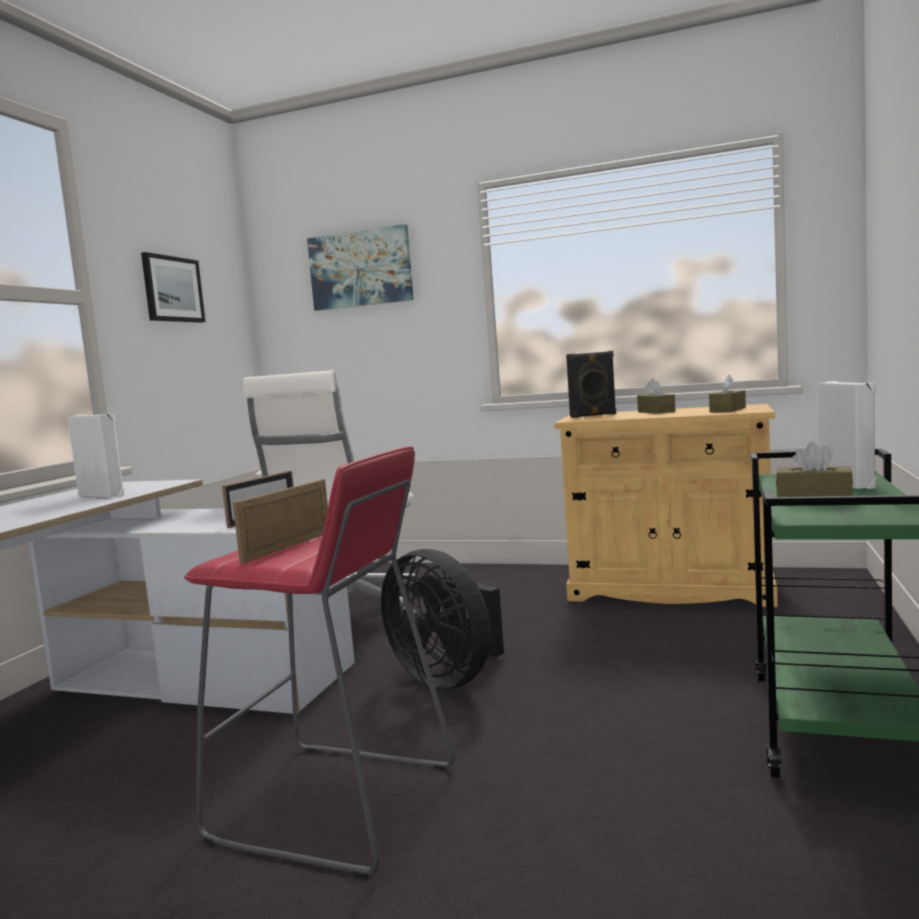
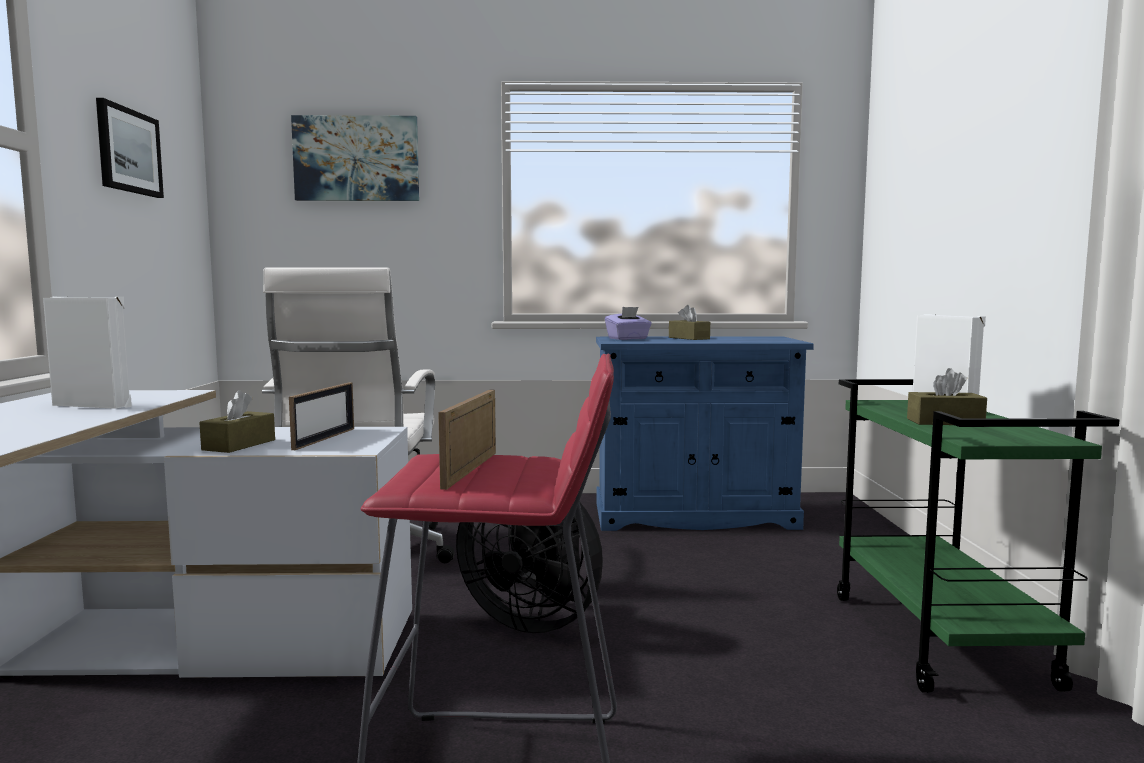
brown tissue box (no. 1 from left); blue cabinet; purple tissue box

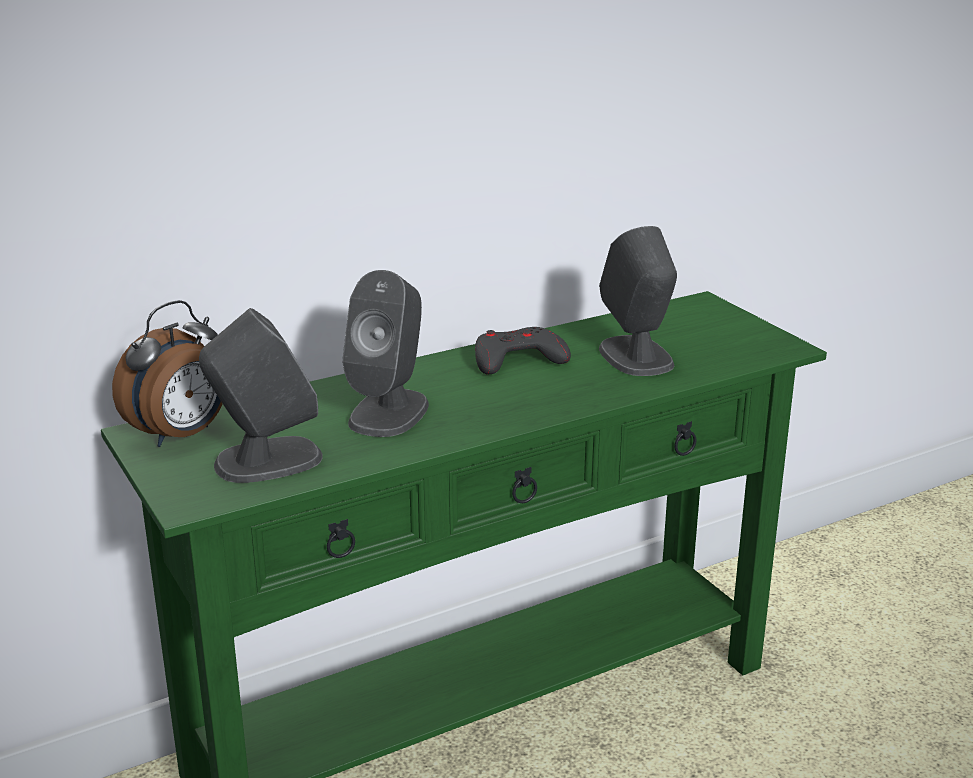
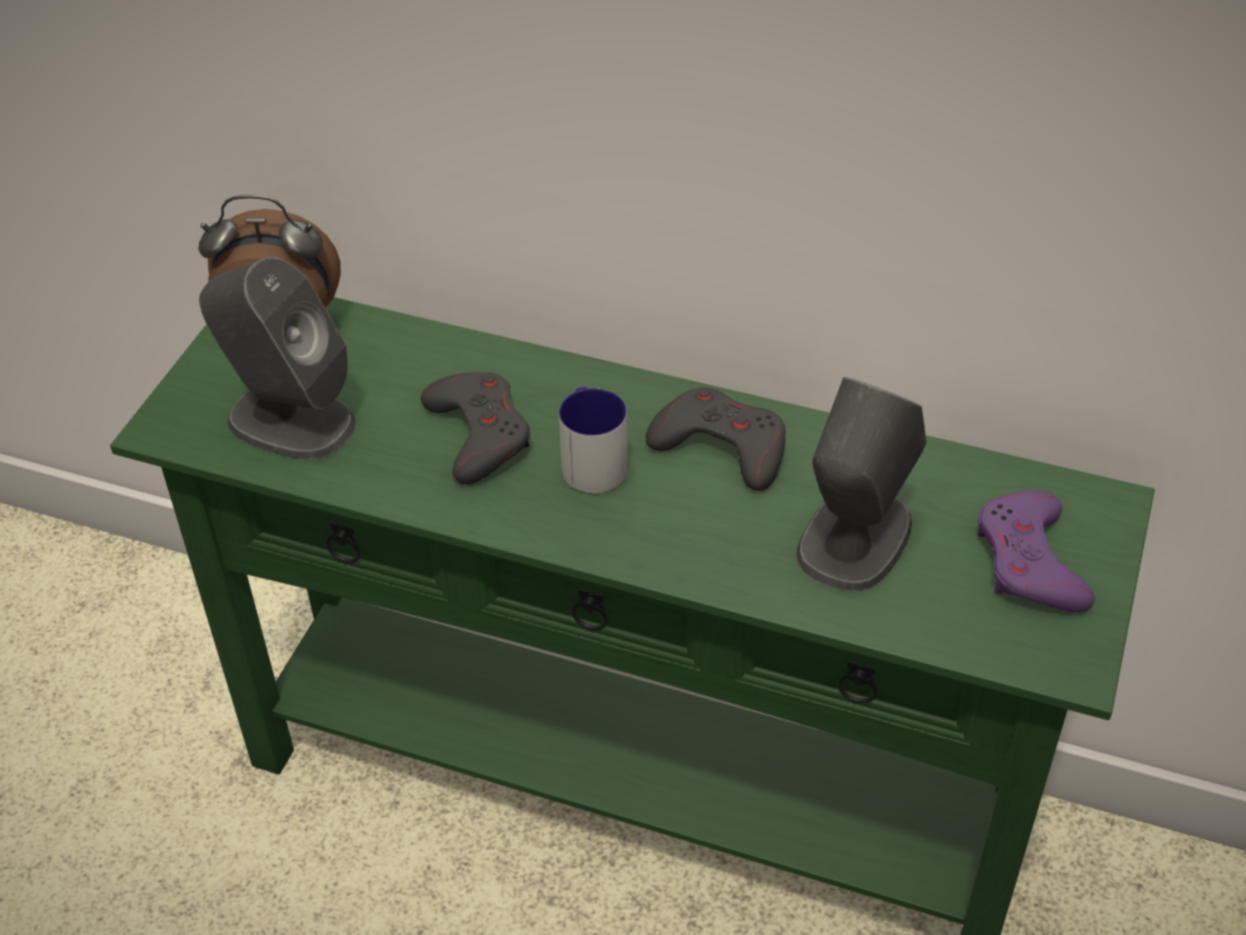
grey game controller (no. 1 from left); mug; purple game controller

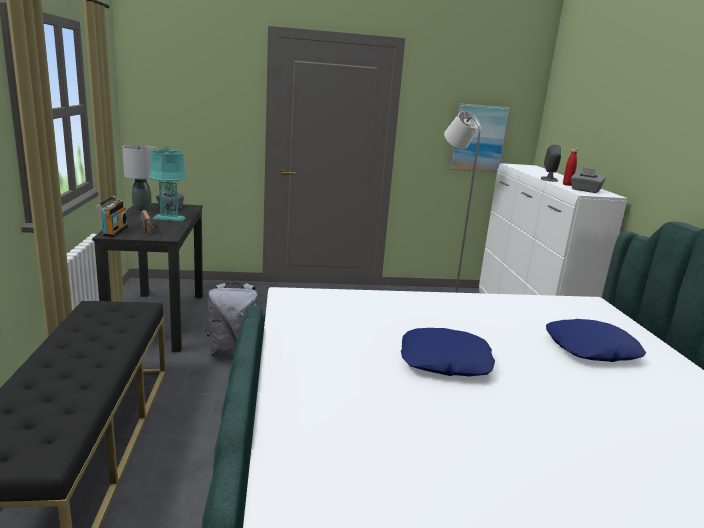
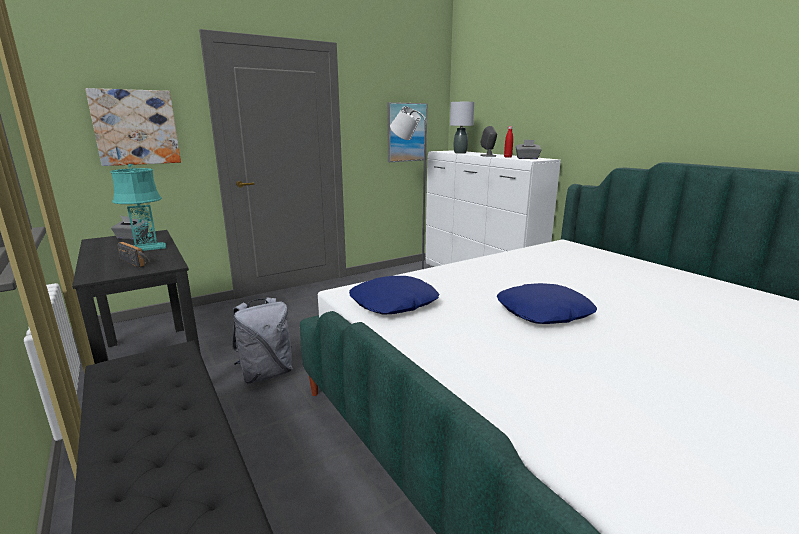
picture (no. 1 from left); blue pillow (no. 1 from left); grey table lamp; radio (no. 1 from left in the first image)

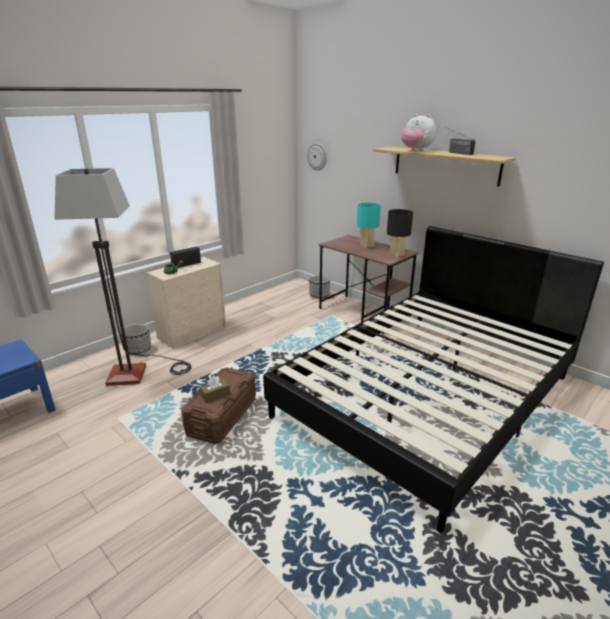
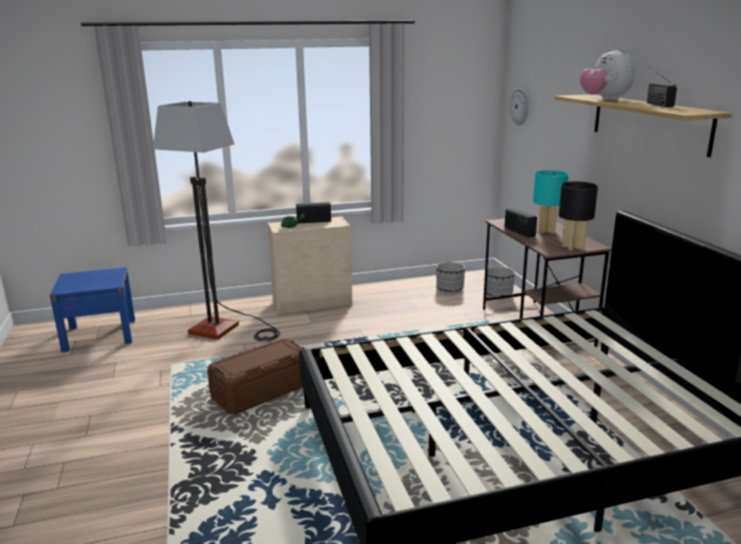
planter (no. 1 from left); radio (no. 2 from left); brown tissue box

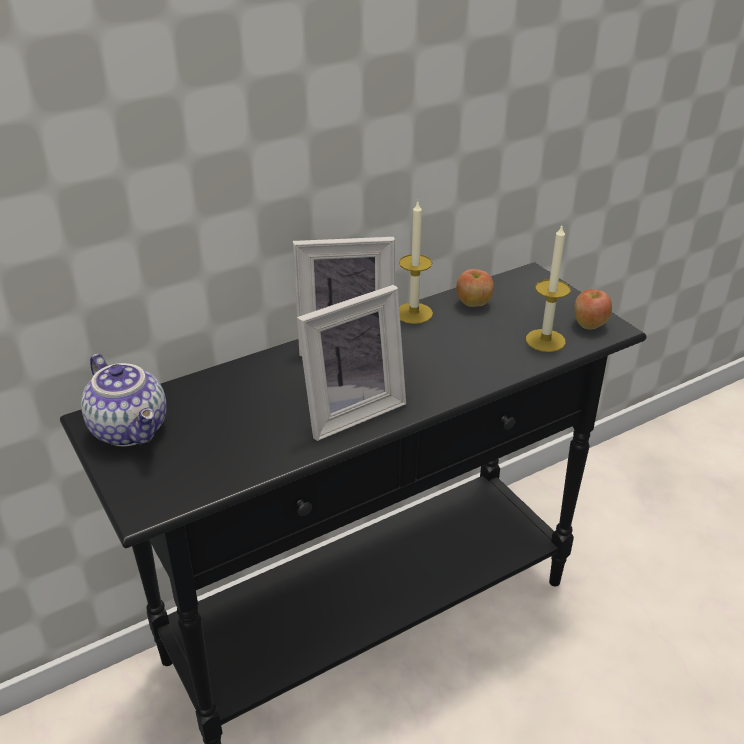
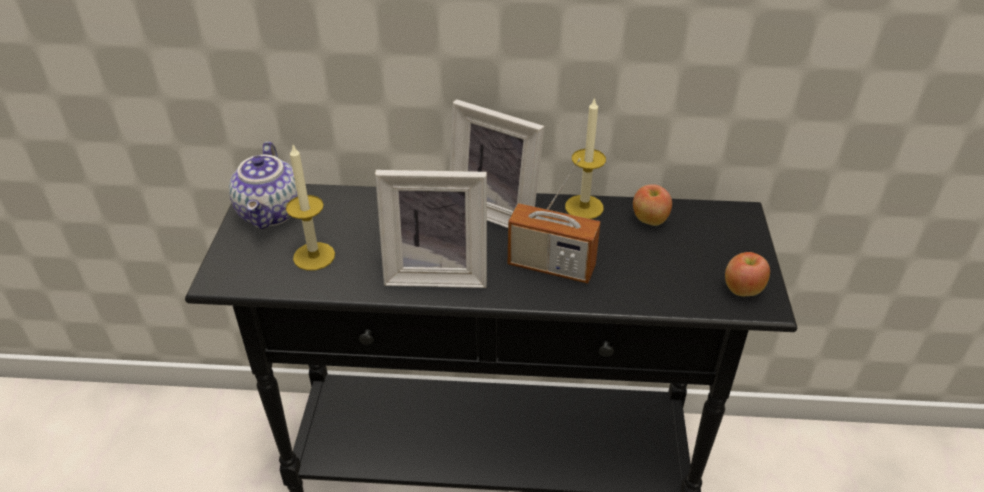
candle (no. 1 from left); radio

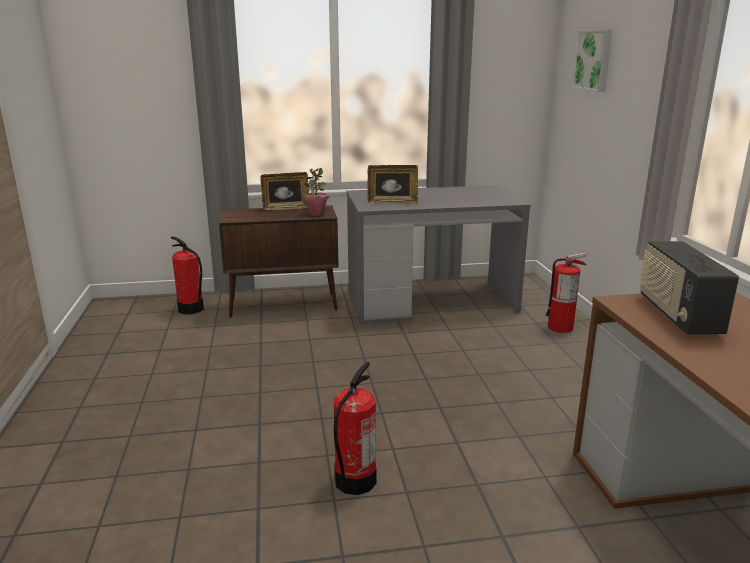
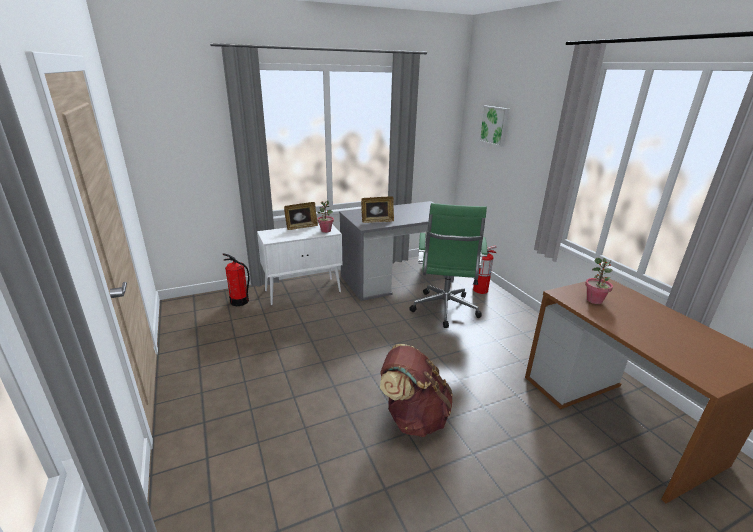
white cabinet; brown backpack; green office chair; potted plant (no. 2 from left)

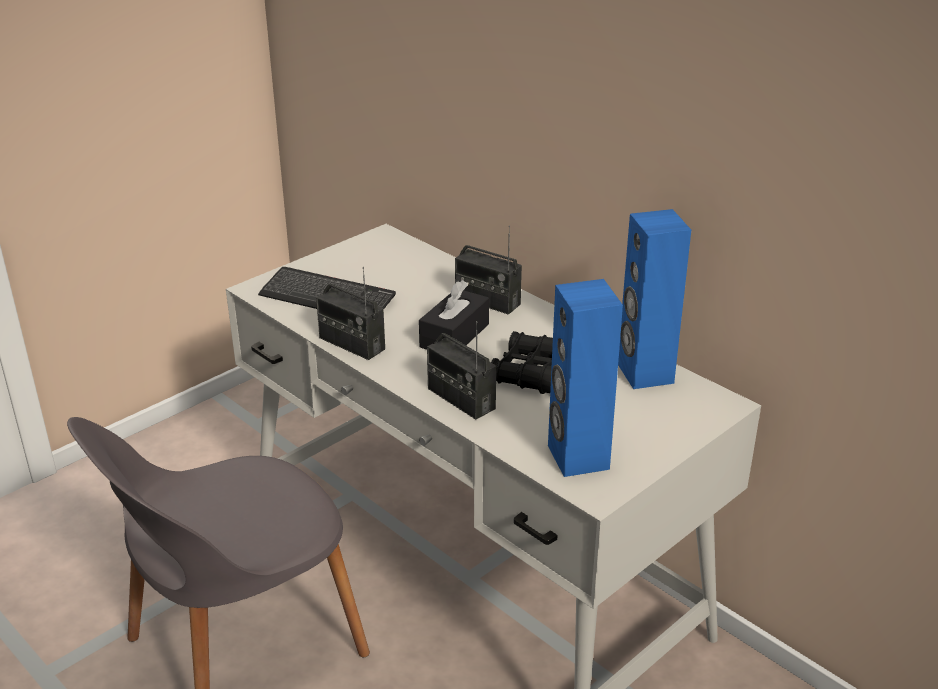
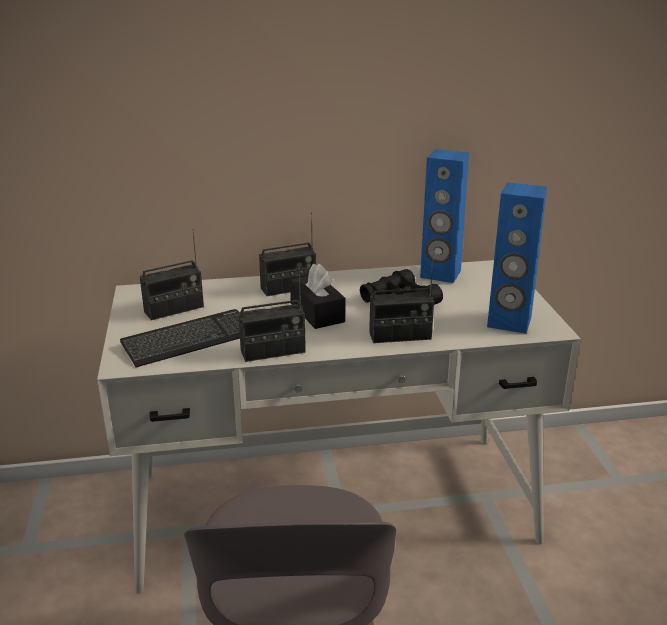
radio (no. 1 from left)

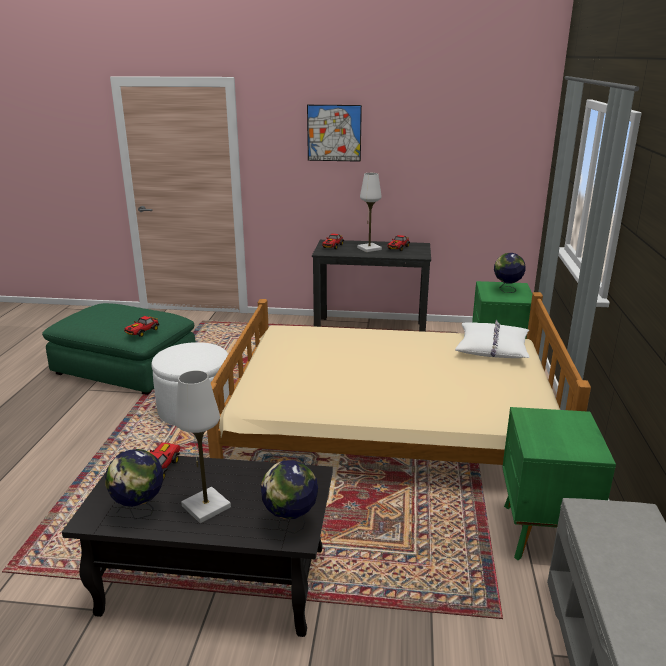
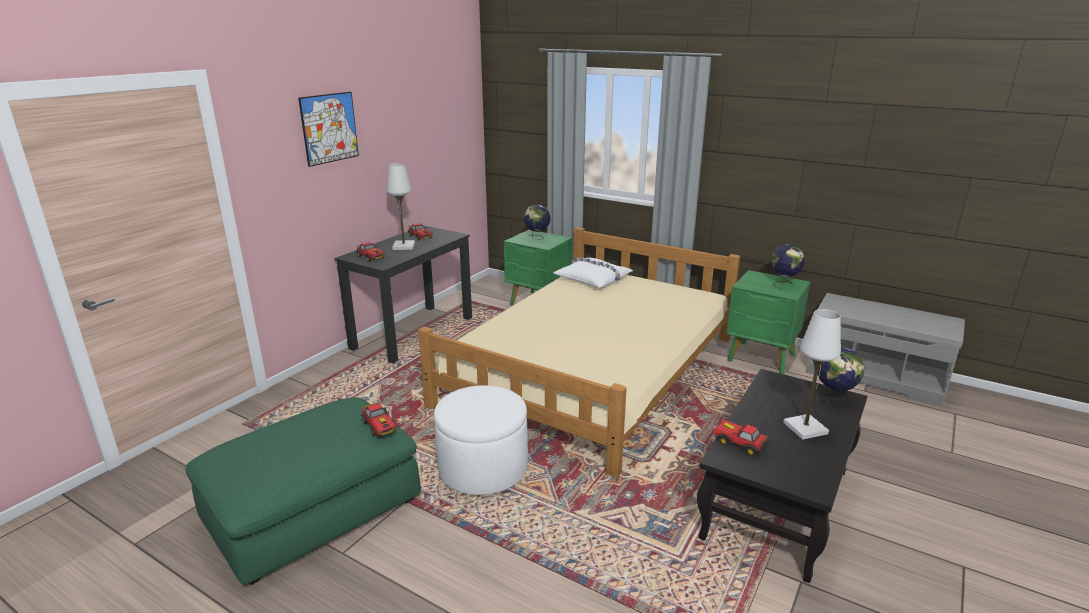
globe (no. 2 from left)

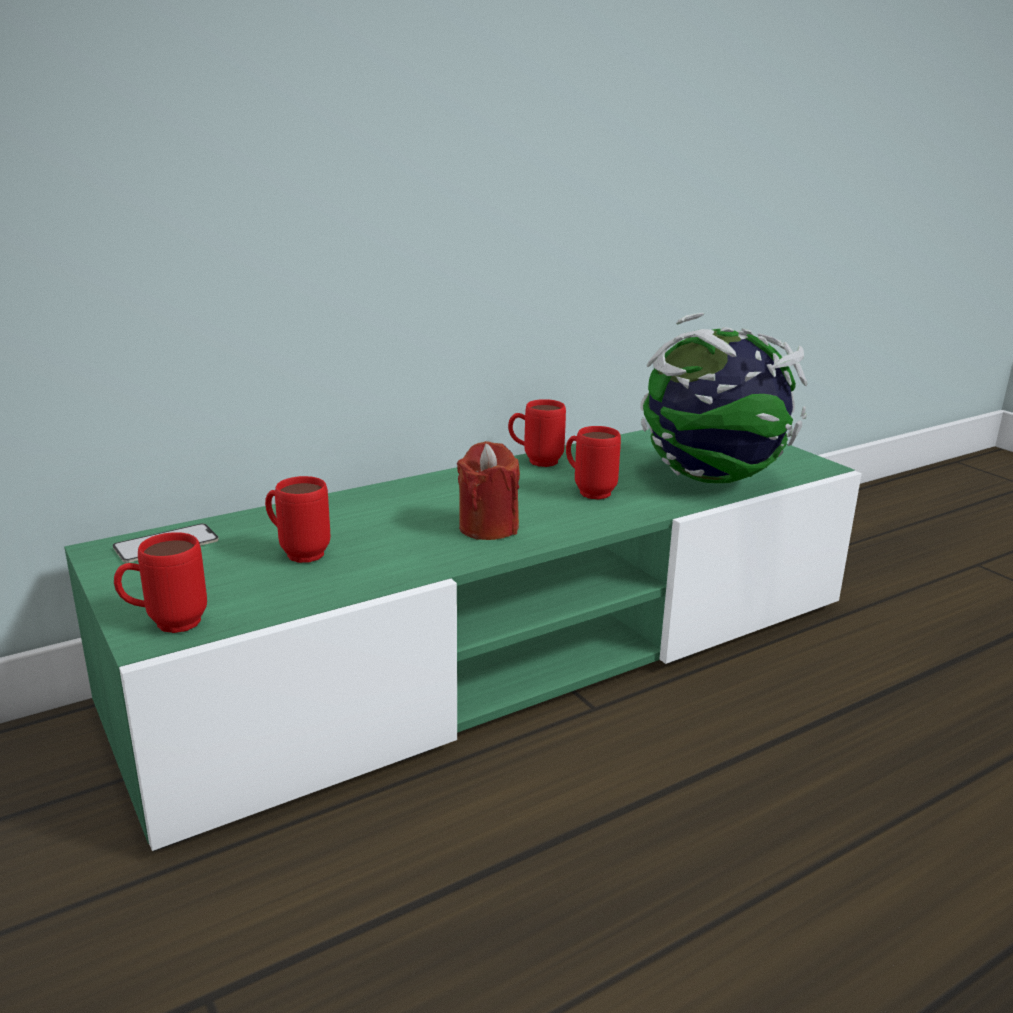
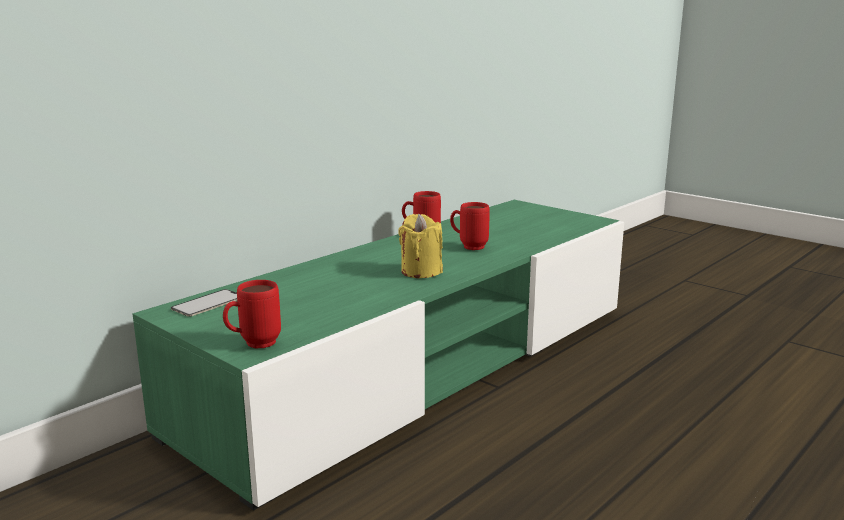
yellow candle; red mug (no. 2 from left in the first image); globe

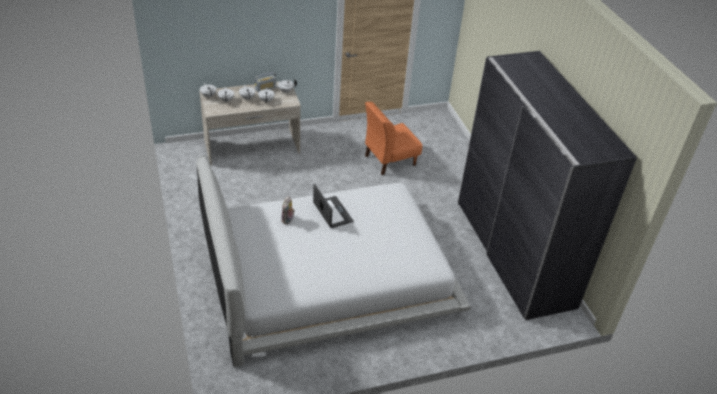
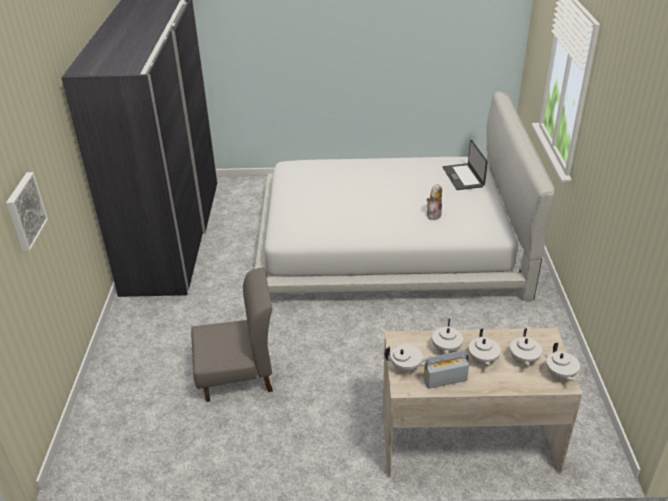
picture; grey chair; laptop

